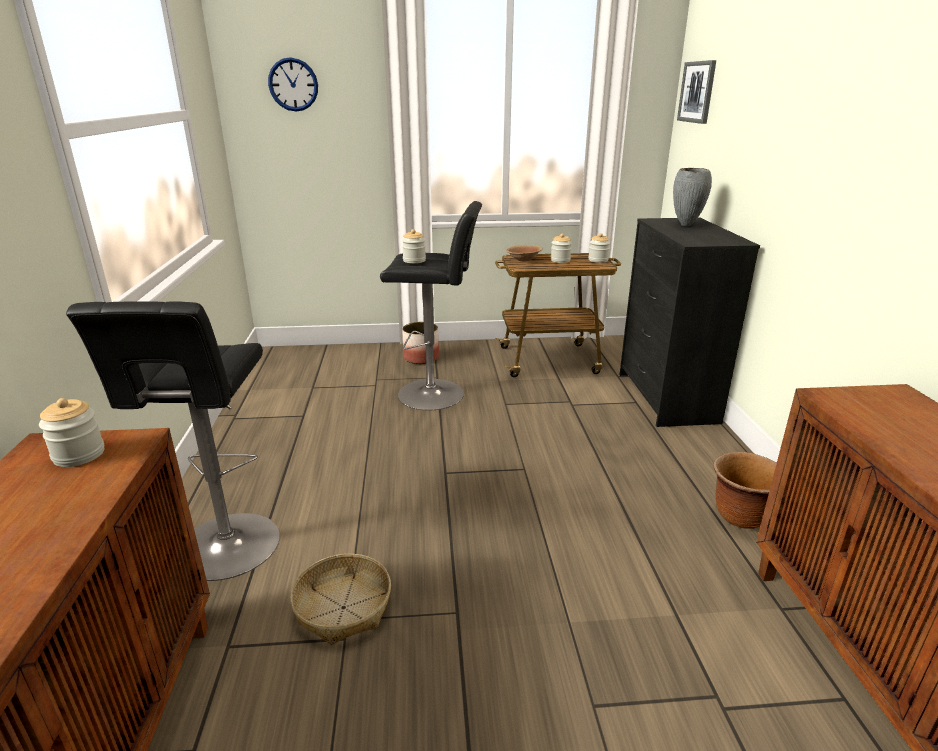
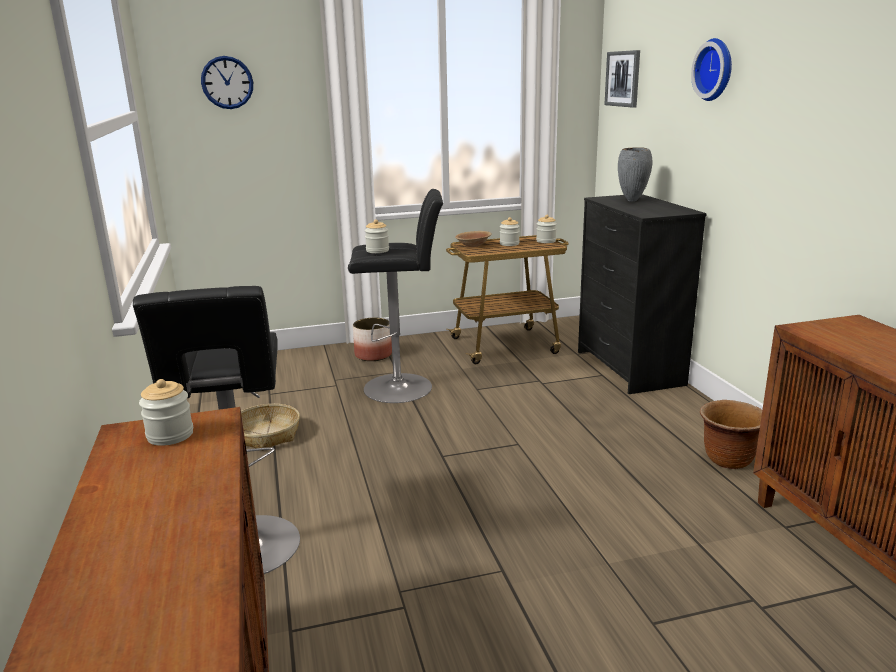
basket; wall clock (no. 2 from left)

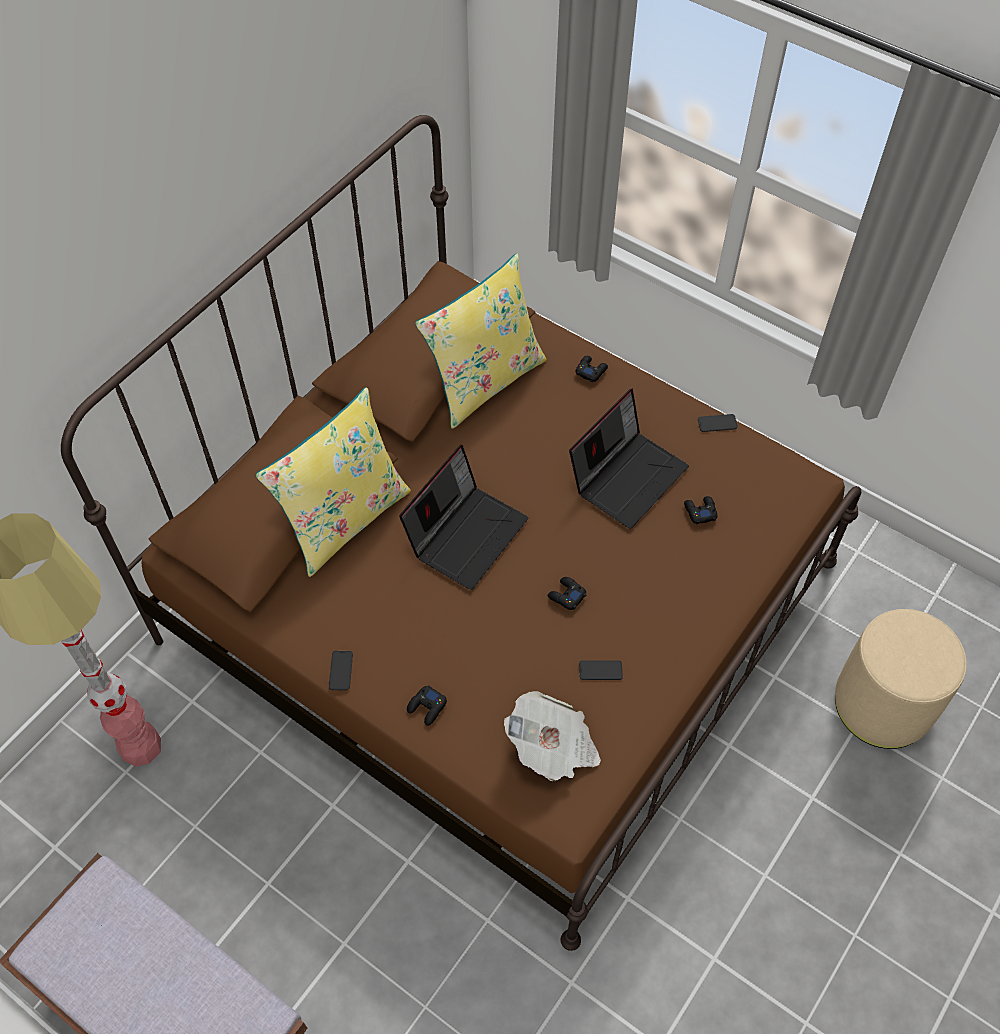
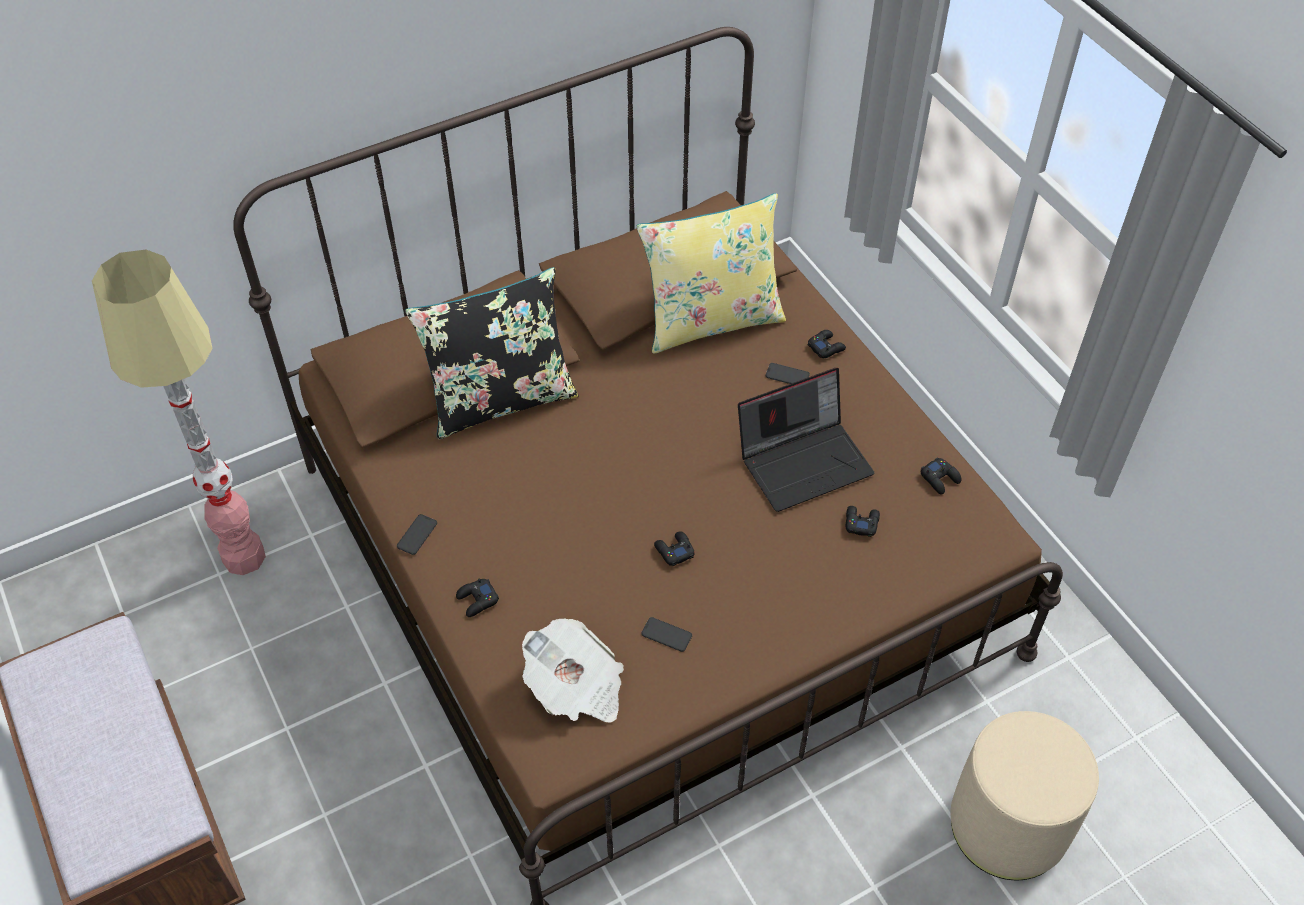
black pillow; phone (no. 3 from left); black game controller (no. 5 from left); laptop (no. 1 from left in the first image)

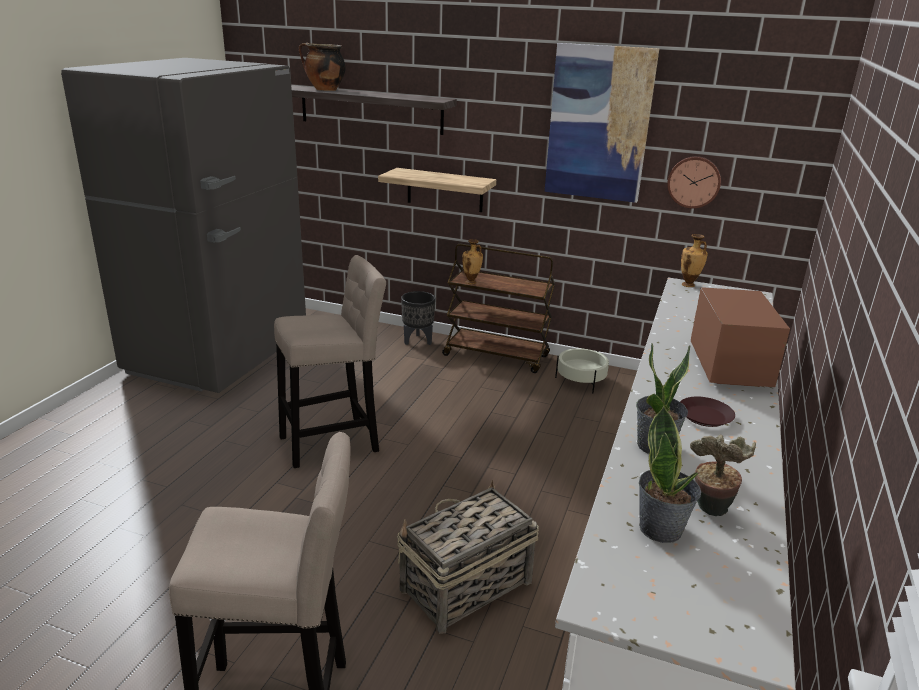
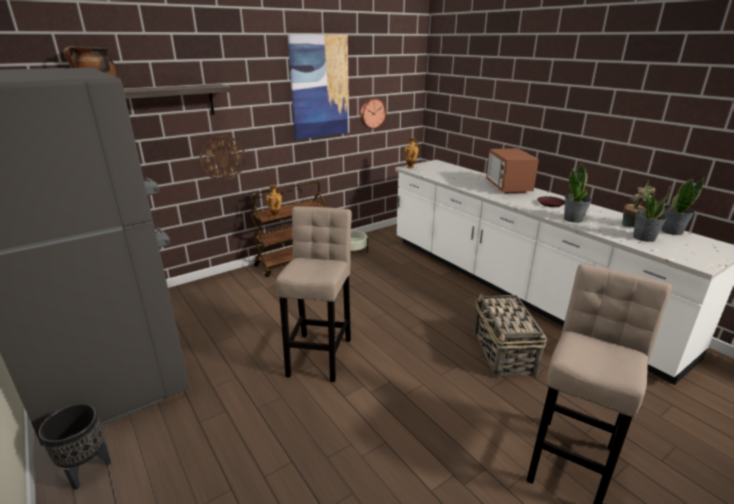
black planter; wall clock (no. 1 from left); microwave; potted plant (no. 4 from left)

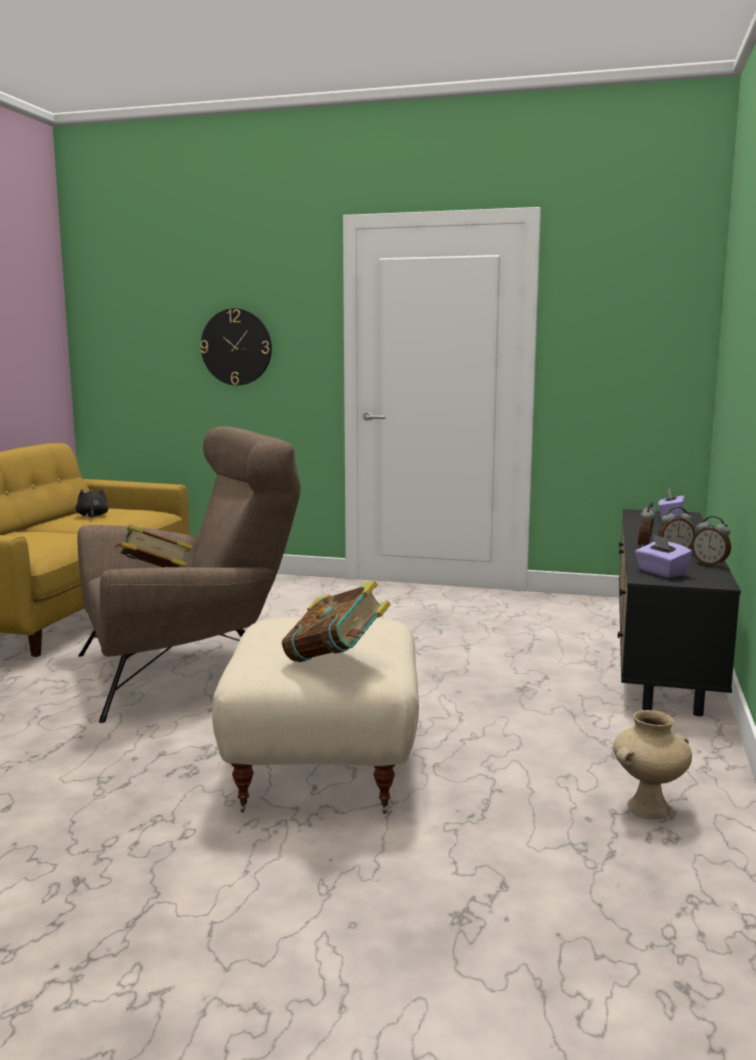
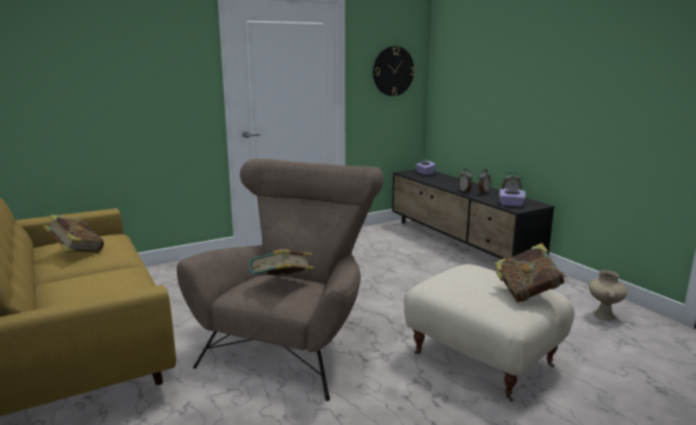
book (no. 1 from left); wall clock

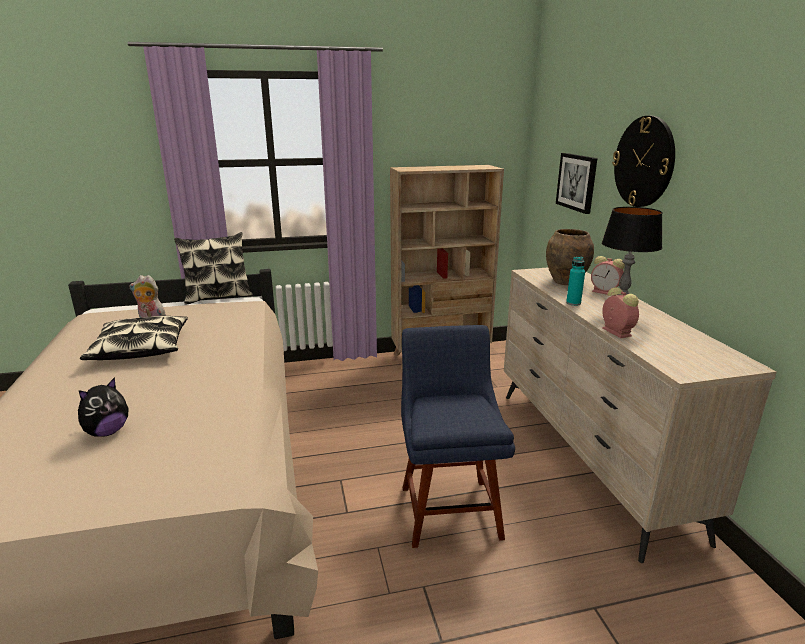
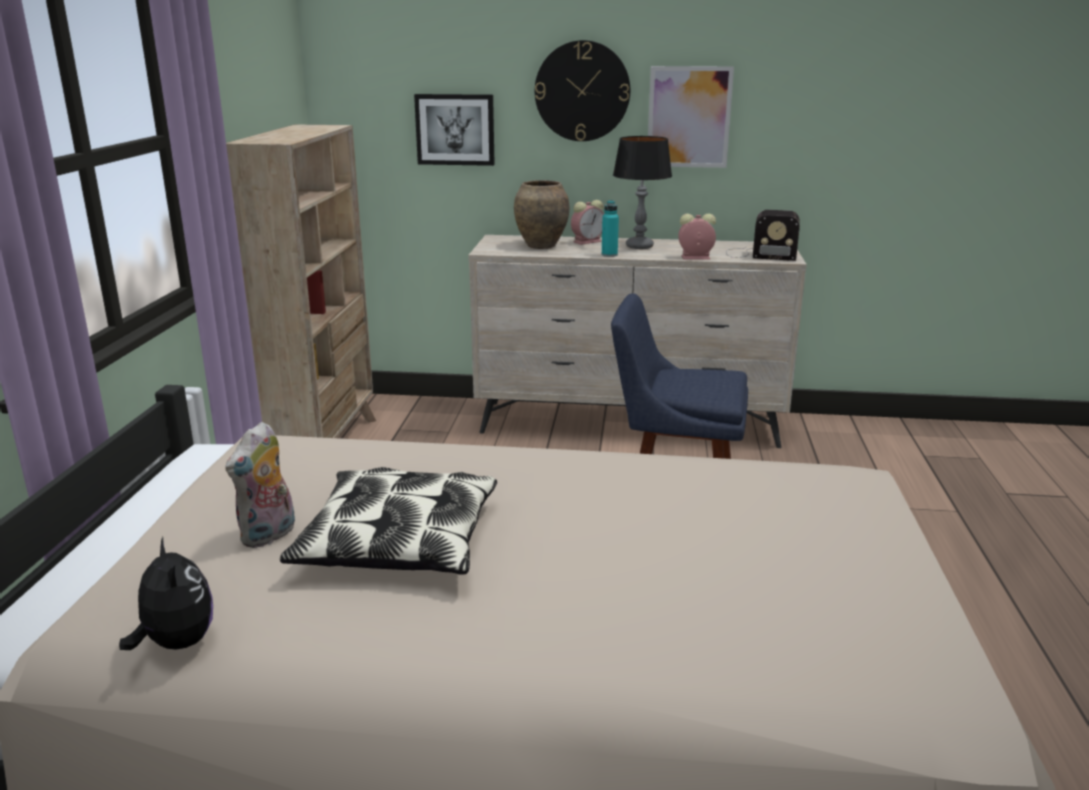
plush toy (no. 1 from left); picture (no. 2 from left); radio; pillow (no. 2 from left in the first image)

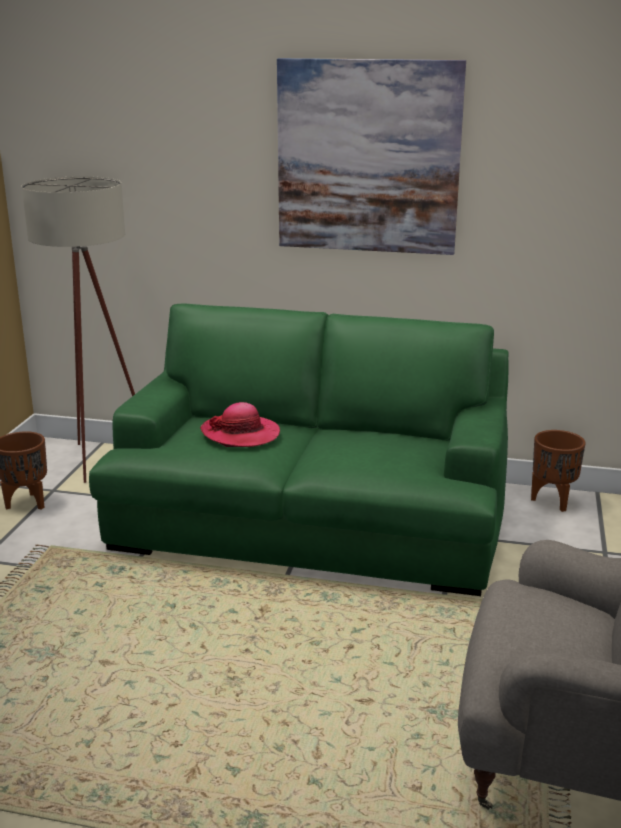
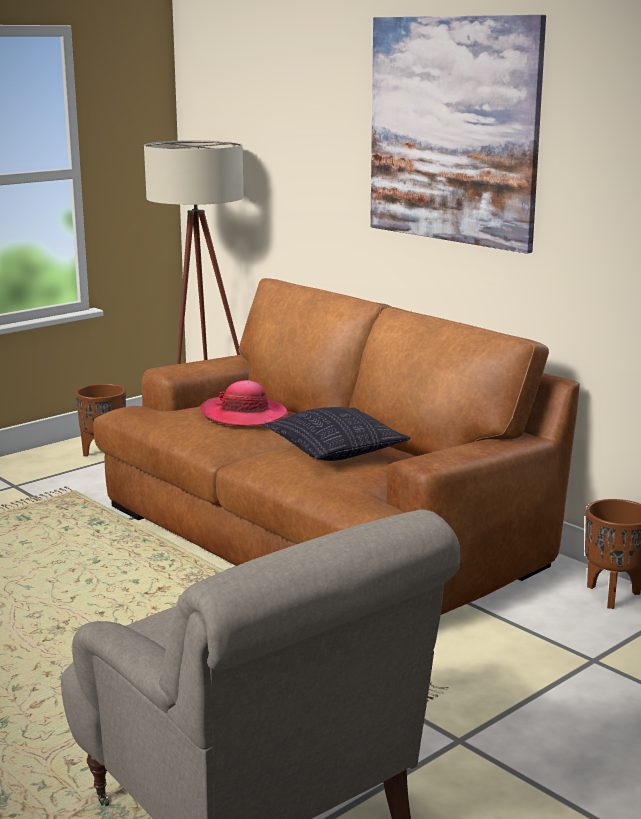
brown sofa; pillow

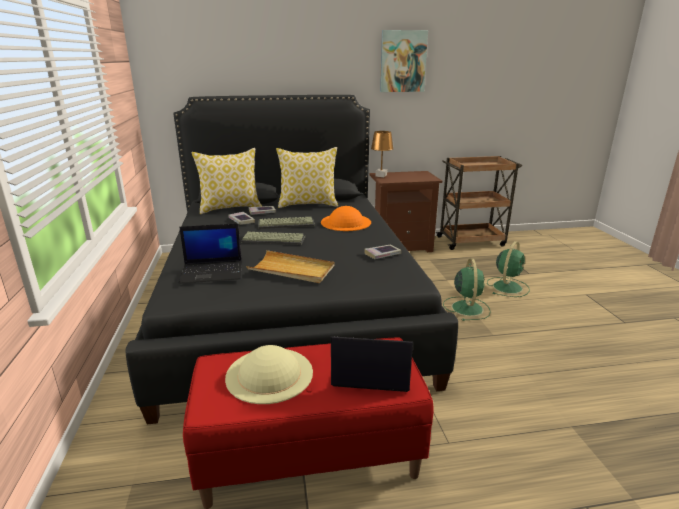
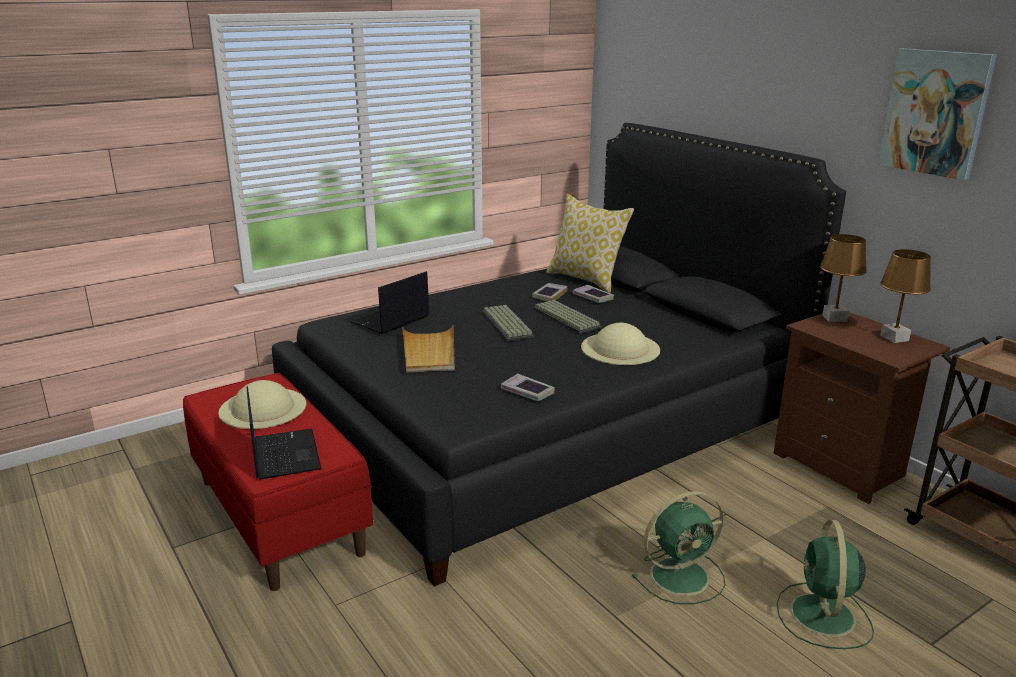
laptop (no. 2 from left); beige hat (no. 2 from left); green fan (no. 2 from left); brown table lamp (no. 2 from left); pillow (no. 2 from left in the first image)

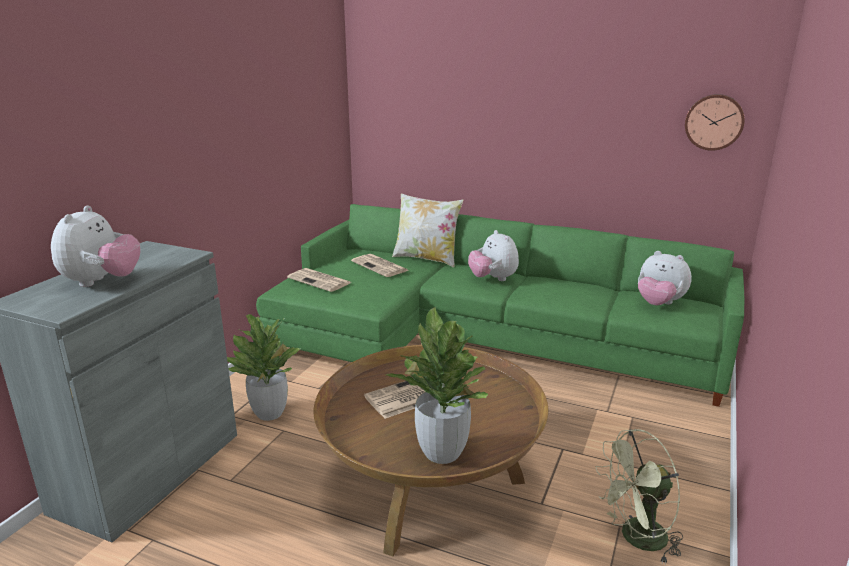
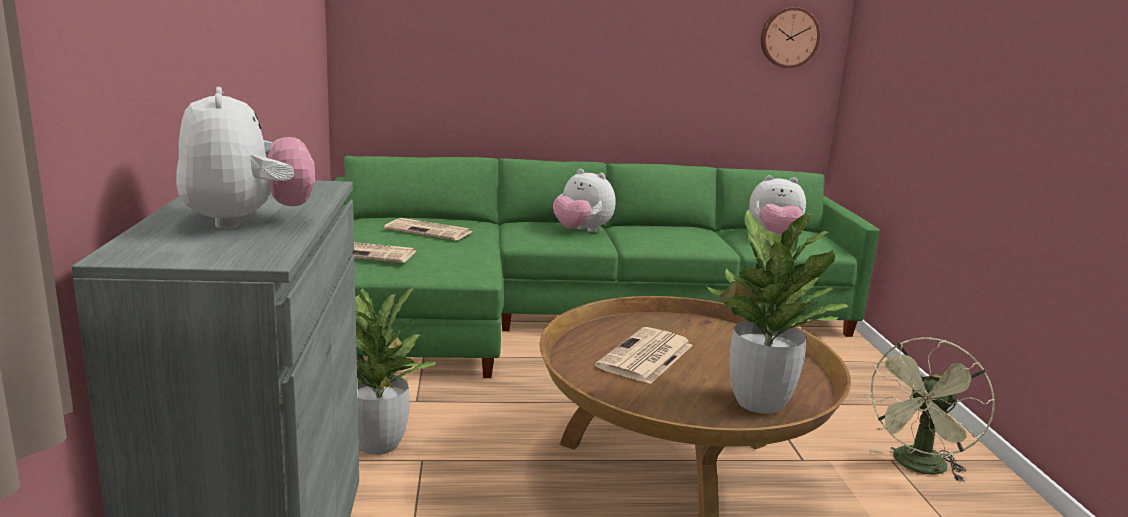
pillow

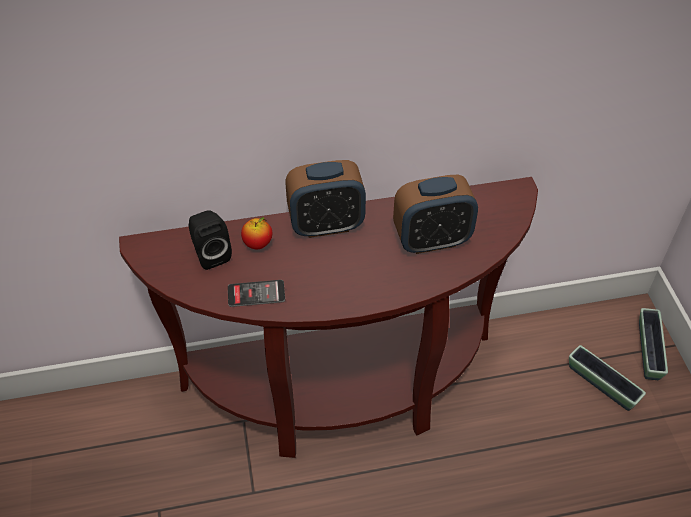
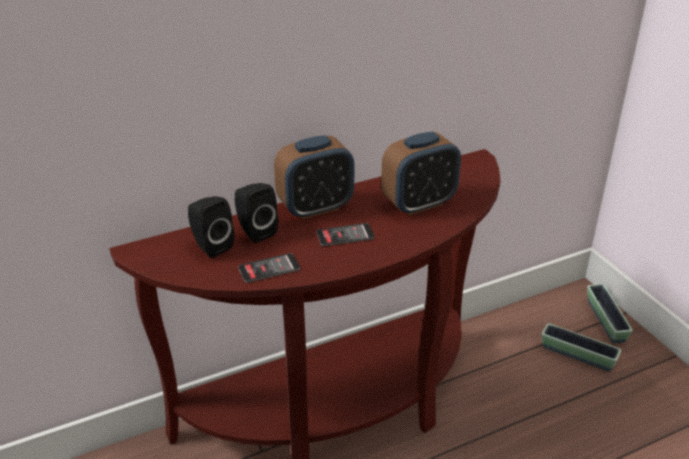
black speaker (no. 2 from left); phone (no. 2 from left)

